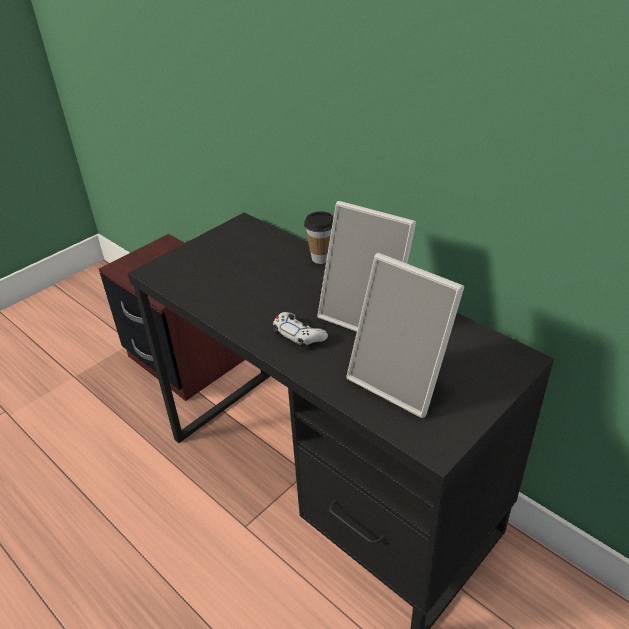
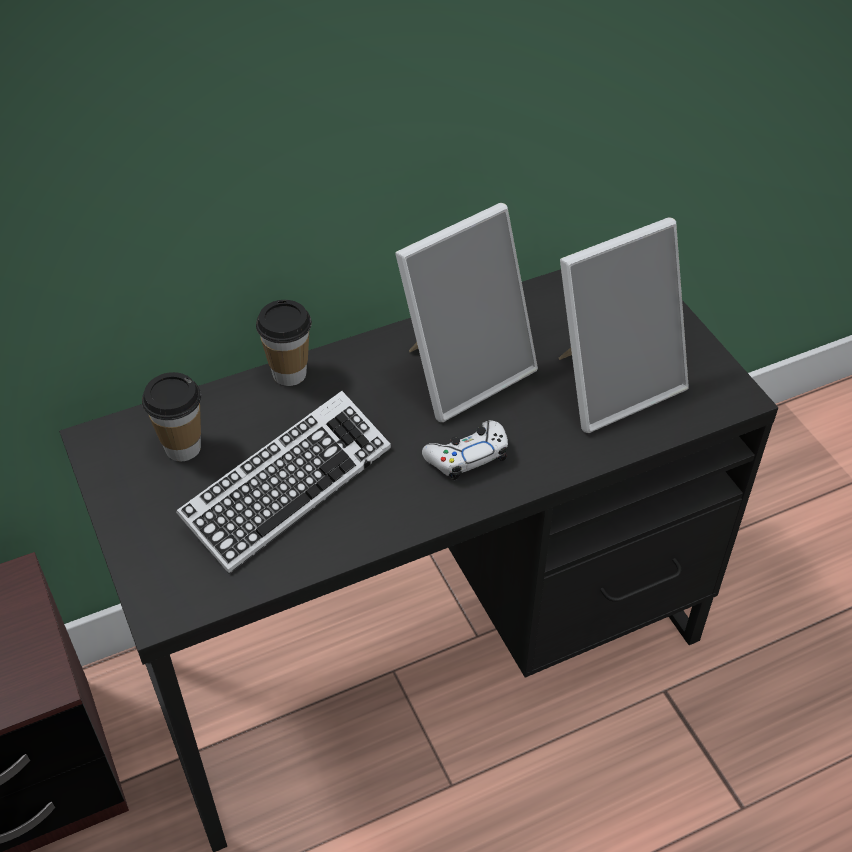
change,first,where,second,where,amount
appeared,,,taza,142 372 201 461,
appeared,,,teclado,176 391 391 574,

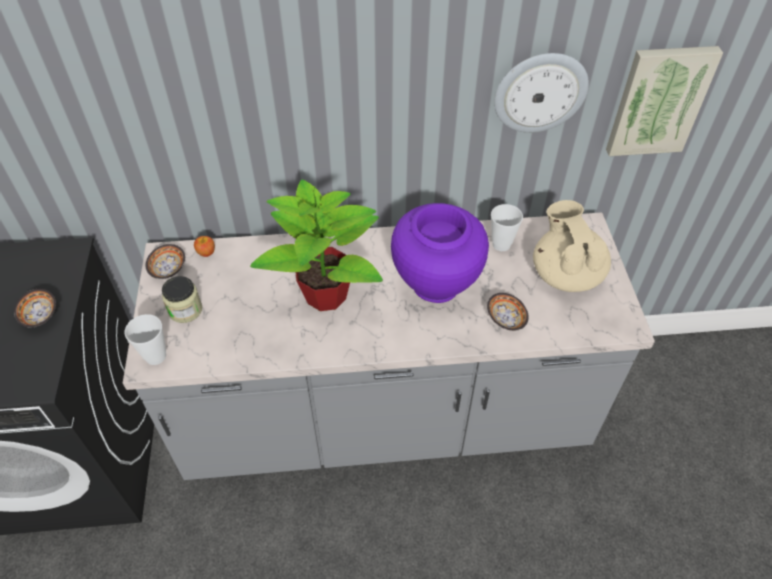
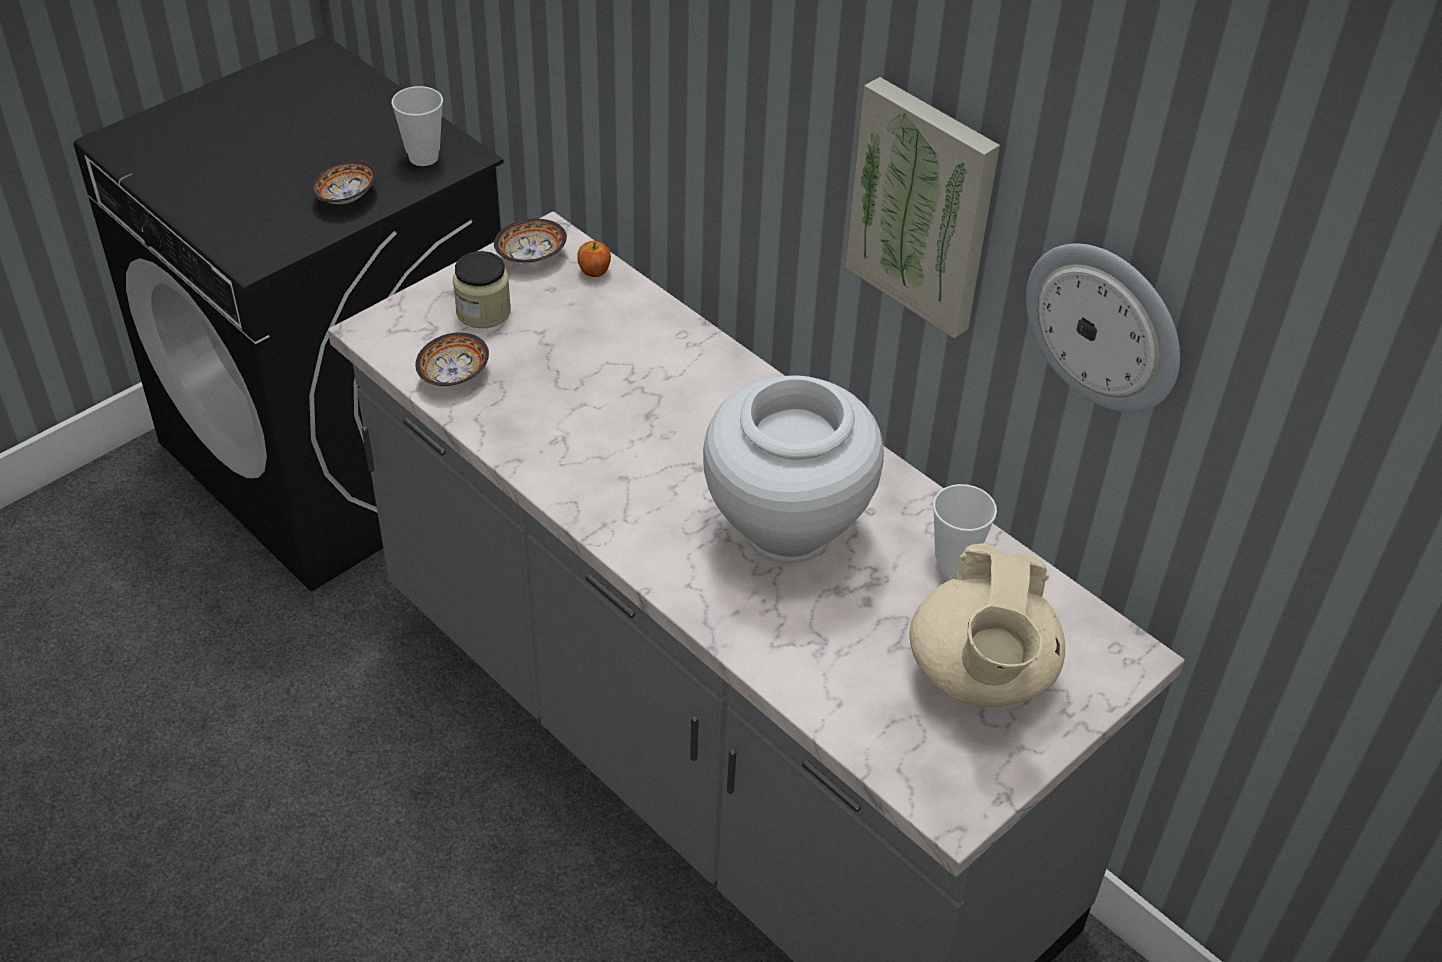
change,first,where,second,where,amount
missing,planta en maceta,250 180 383 311,,,
relocated,taza,125 314 166 365,,391 86 443 166,
relocated,cuenco,487 293 529 331,,415 333 489 386,
relocated,cuadro,606 46 723 156,,846 77 1000 338,
colour,florero (morado),391 203 489 303,florero (blanco),703 376 884 563,
spun,tetera (beis),533 200 611 292,,910 543 1065 707,150 degrees clockwise

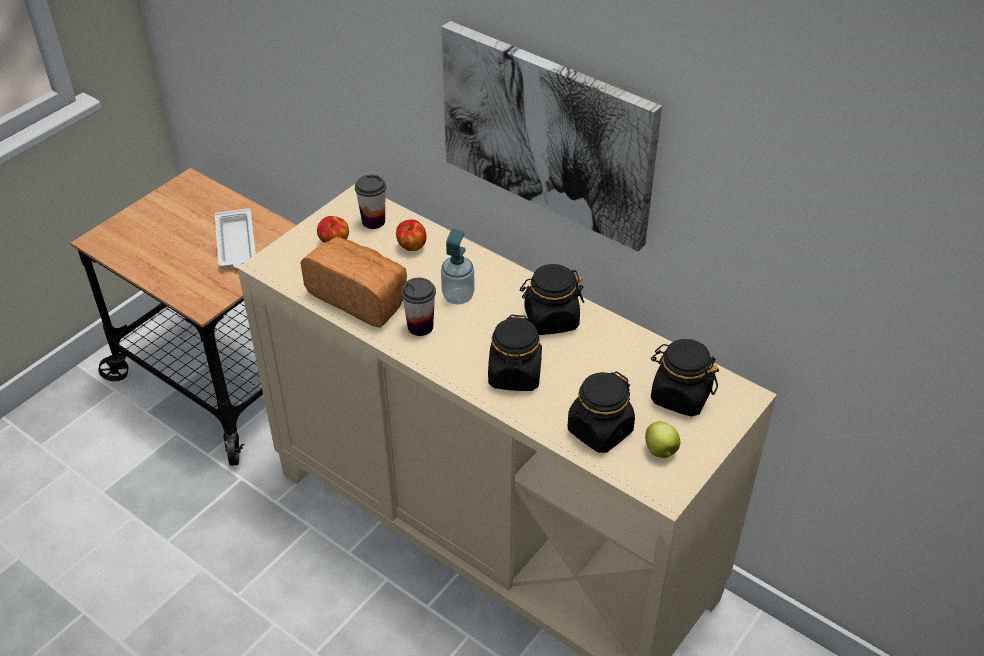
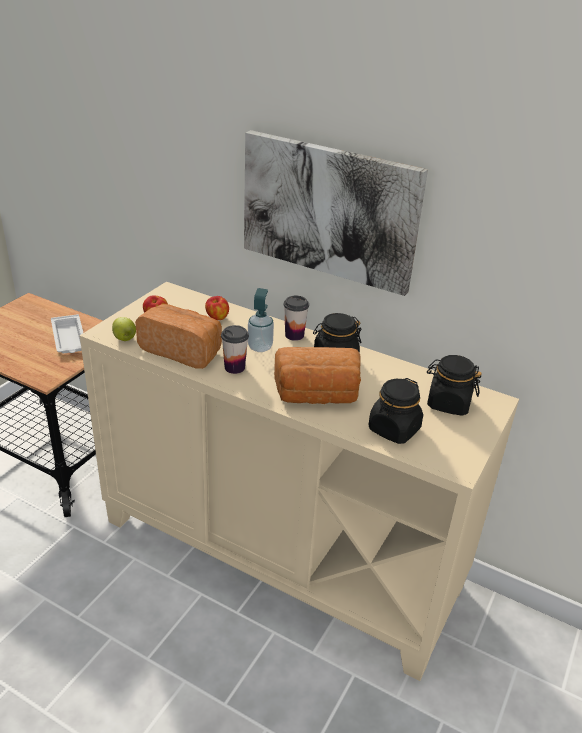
change,first,where,second,where,amount
relocated,taza,355 175 386 229,,284 295 309 341,
relocated,manzana,645 421 680 458,,112 317 136 341,
exchanged,tarro (negro),488 315 542 391,pan,274 347 361 404,

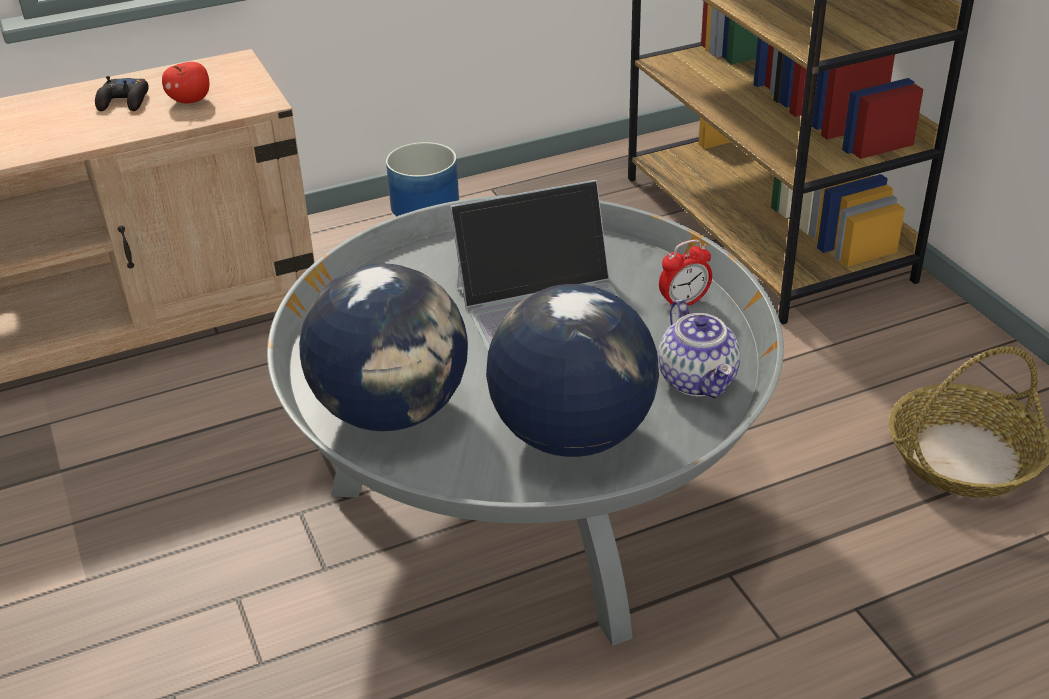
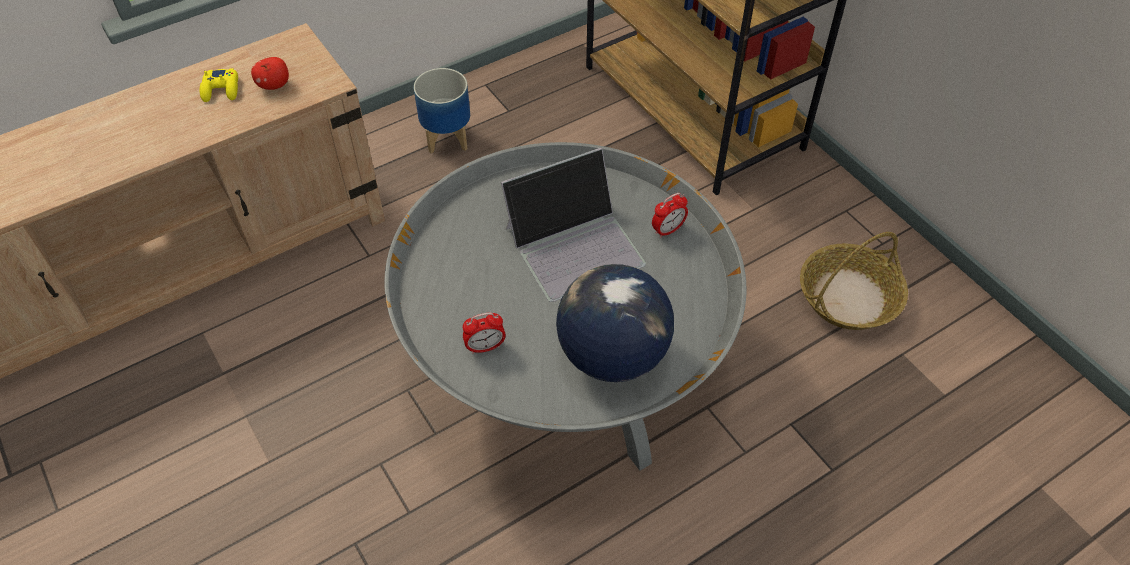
change,first,where,second,where,amount
missing,tetera,658 299 741 398,,,
exchanged,globo terráqueo,299 264 468 431,despertador,463 313 506 354,
colour,mando de consola (negro),95 76 149 111,mando de consola (amarillo),200 68 238 102,

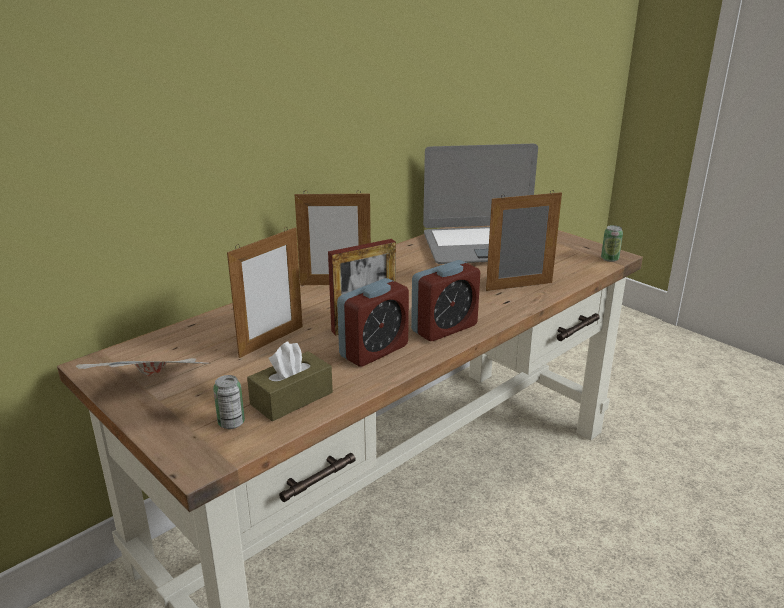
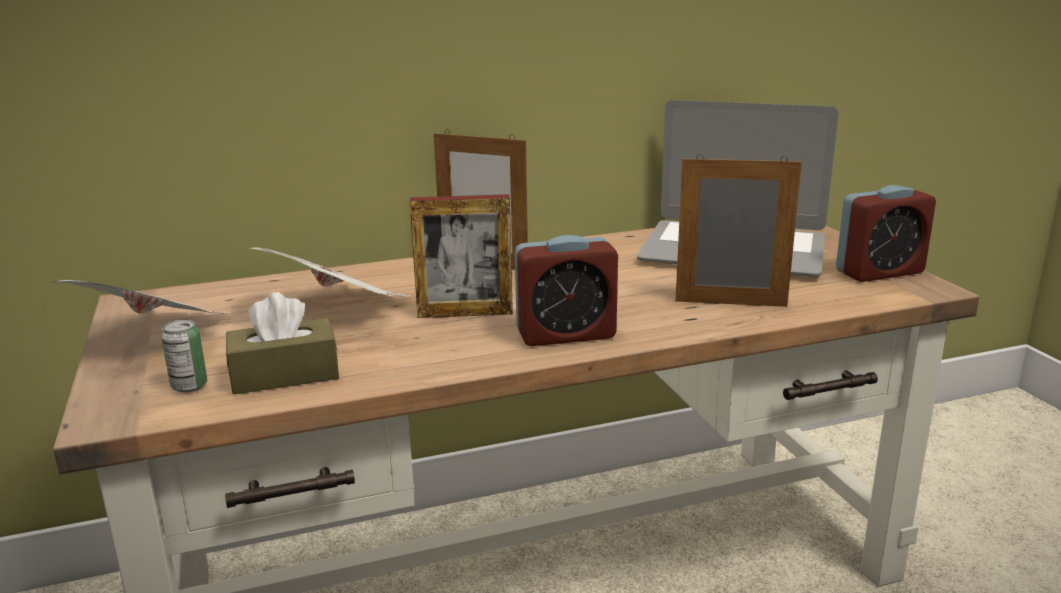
change,first,where,second,where,amount
missing,lata,601 225 623 262,,,
relocated,despertador,337 278 409 366,,836 185 936 282,
exchanged,portarretratos,227 227 303 358,periódico,250 247 411 297,

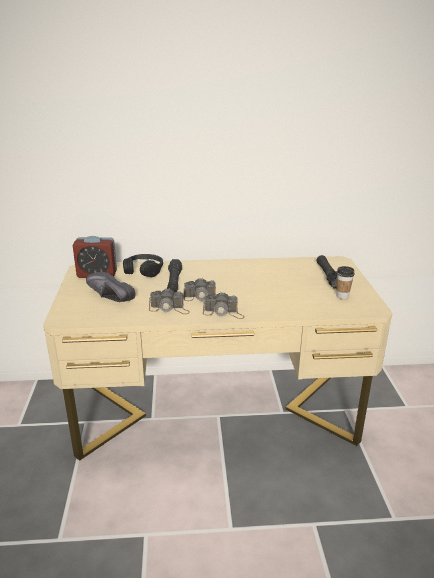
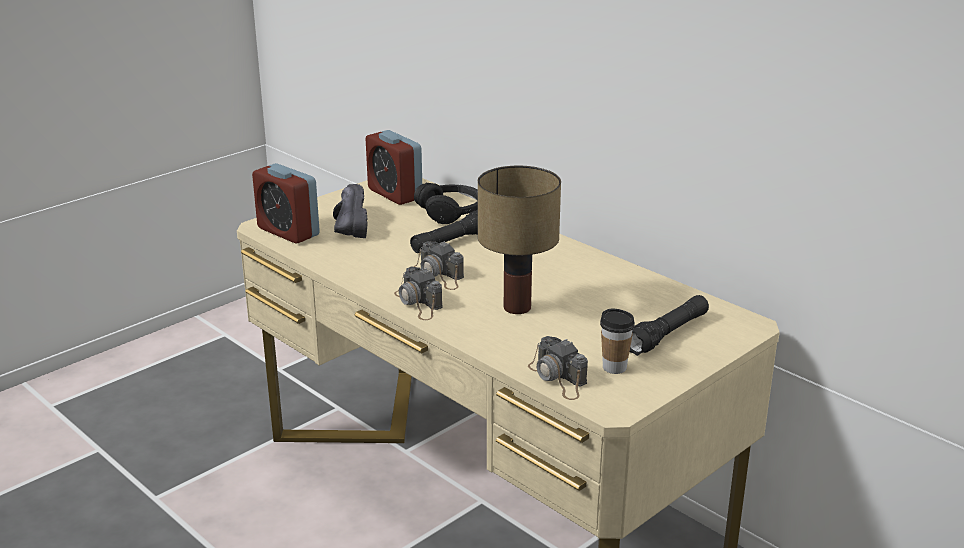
change,first,where,second,where,amount
appeared,,,despertador,252 163 320 243,
appeared,,,lámpara de mesa,478 166 561 314,
relocated,cámara,149 288 190 314,,528 336 588 400,

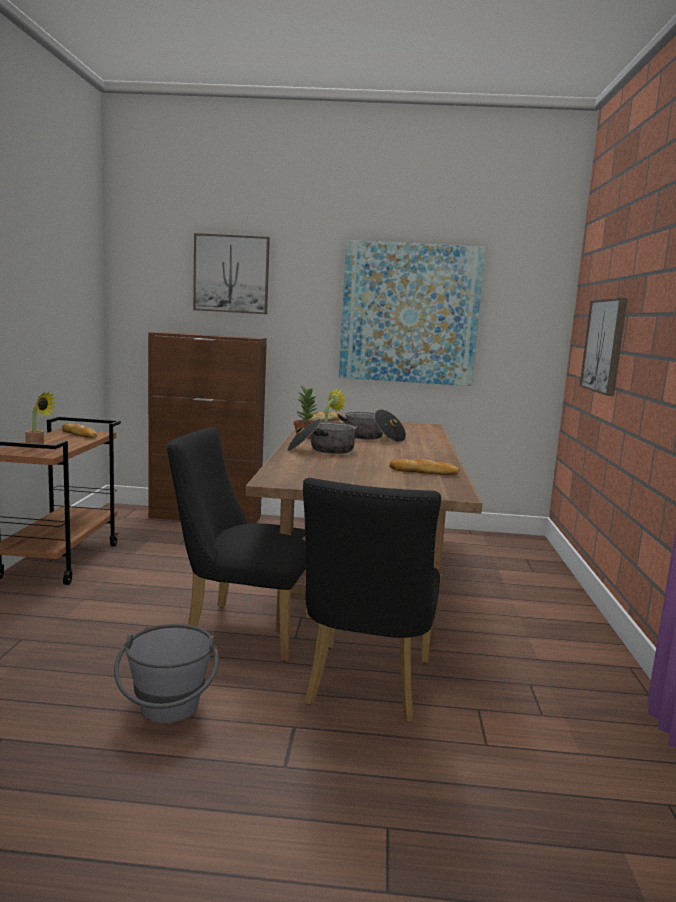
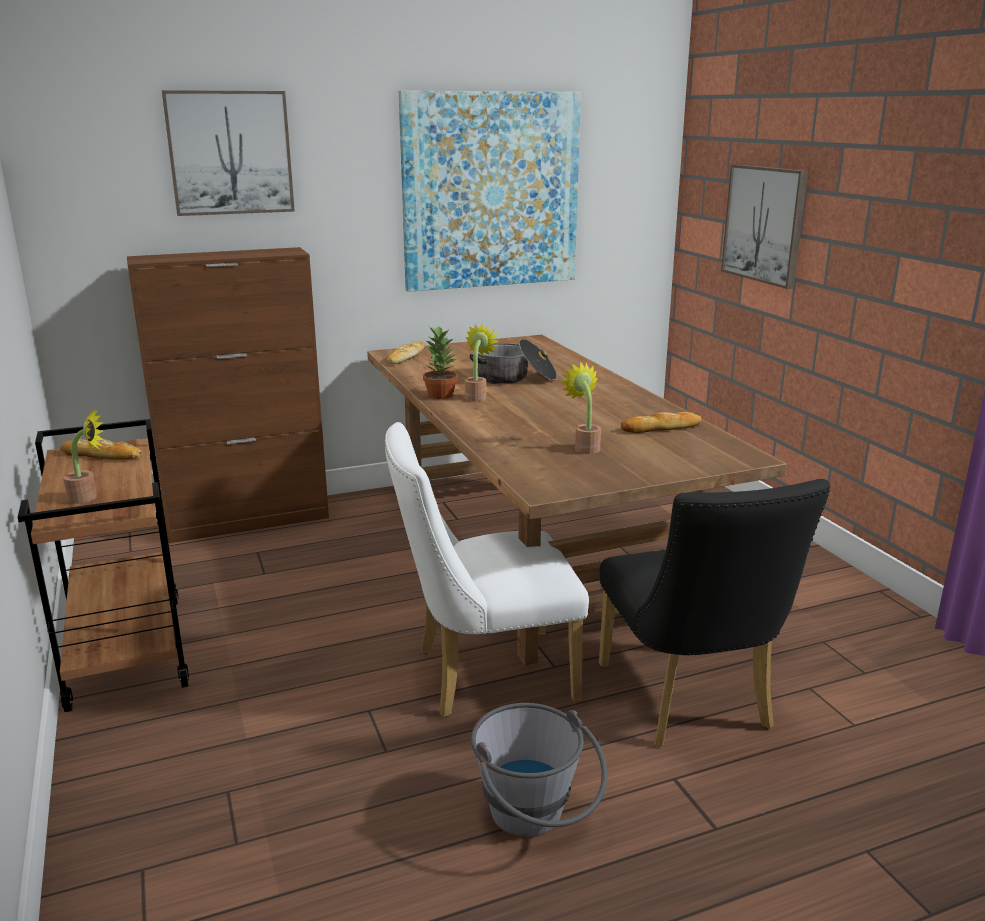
change,first,where,second,where,amount
missing,olla,287 419 357 454,,,
appeared,,,planta en maceta,560 361 601 454,
colour,silla (negro),167 427 311 661,silla (blanco),385 422 589 717,

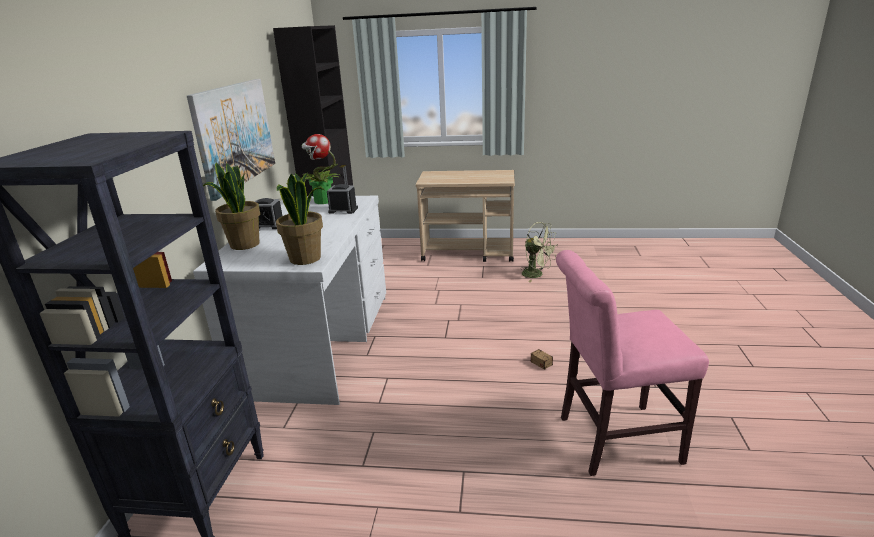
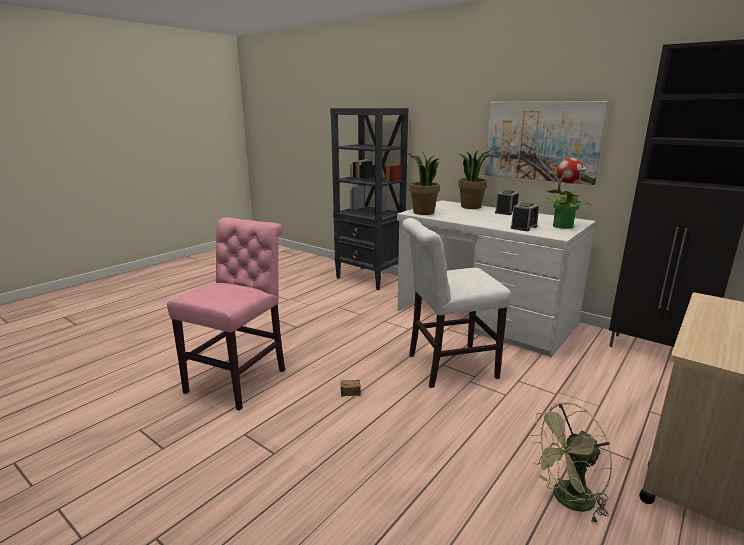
change,first,where,second,where,amount
appeared,,,silla (blanco),402 218 511 388,

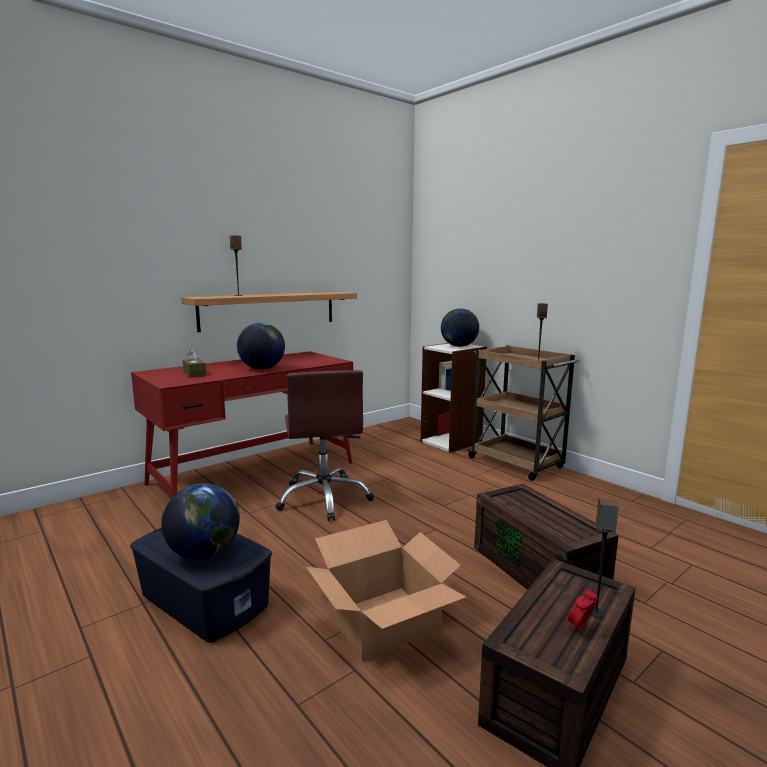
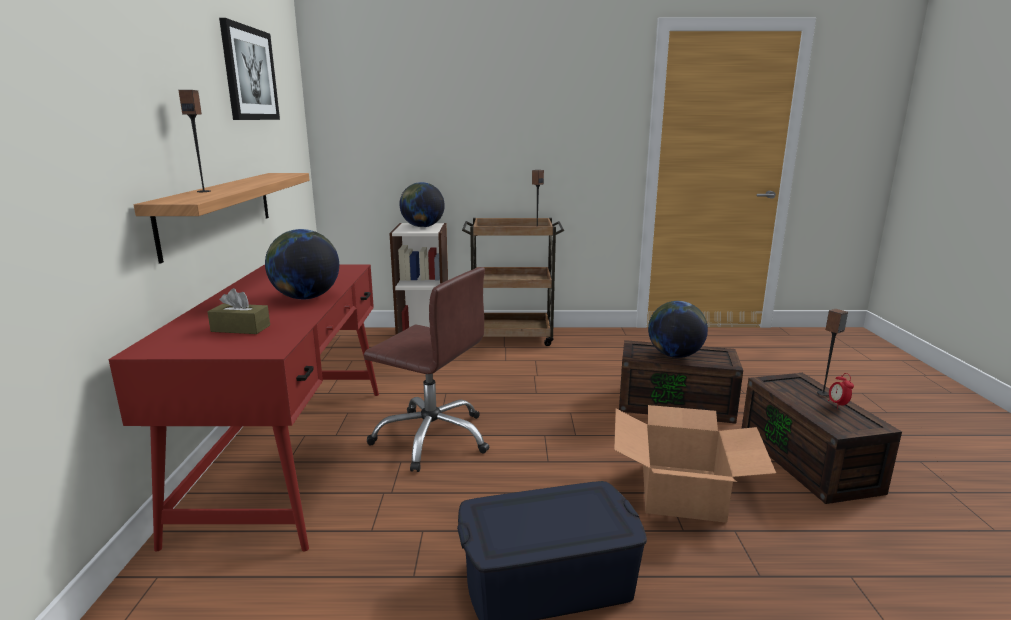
change,first,where,second,where,amount
appeared,,,cuadro,219 18 280 120,
relocated,globo terráqueo,161 483 240 560,,648 301 708 358,

